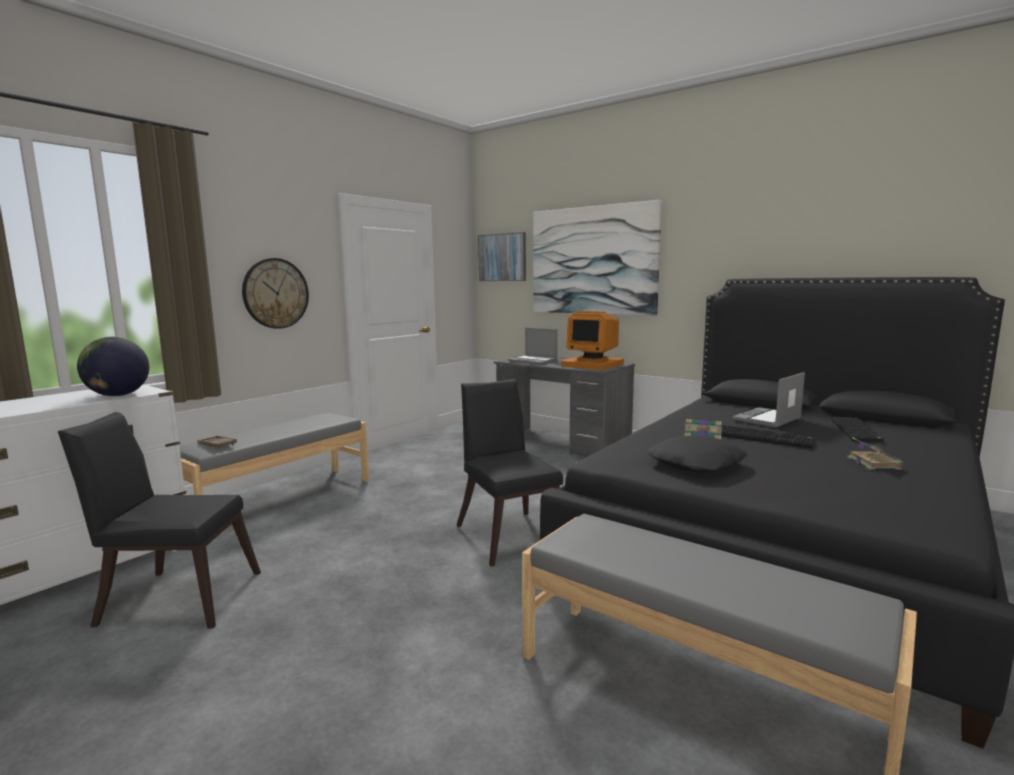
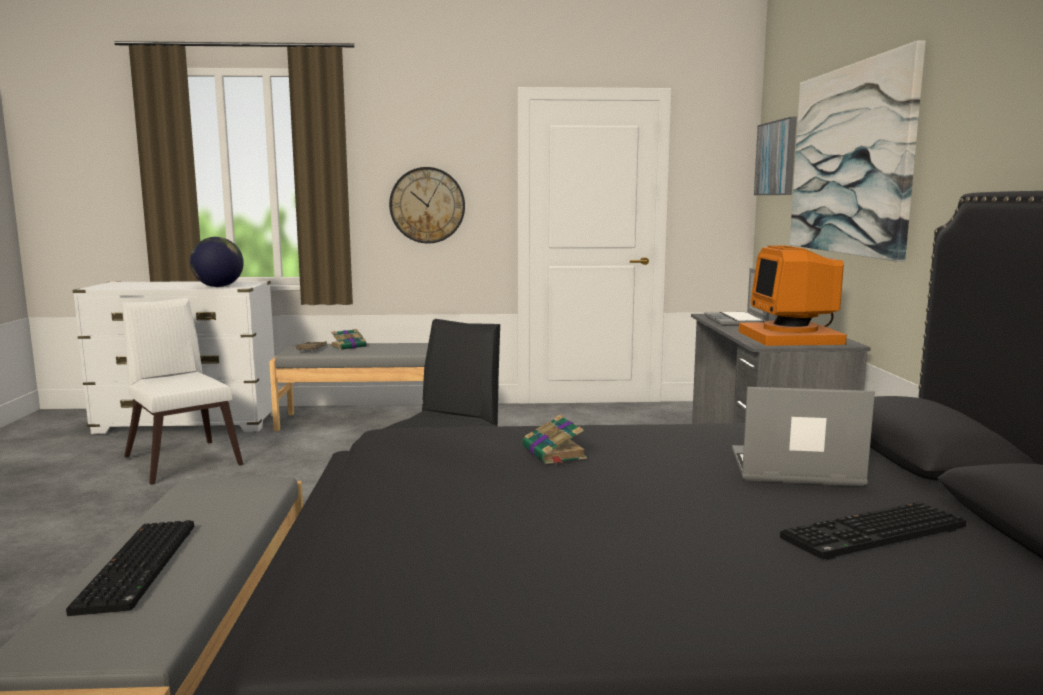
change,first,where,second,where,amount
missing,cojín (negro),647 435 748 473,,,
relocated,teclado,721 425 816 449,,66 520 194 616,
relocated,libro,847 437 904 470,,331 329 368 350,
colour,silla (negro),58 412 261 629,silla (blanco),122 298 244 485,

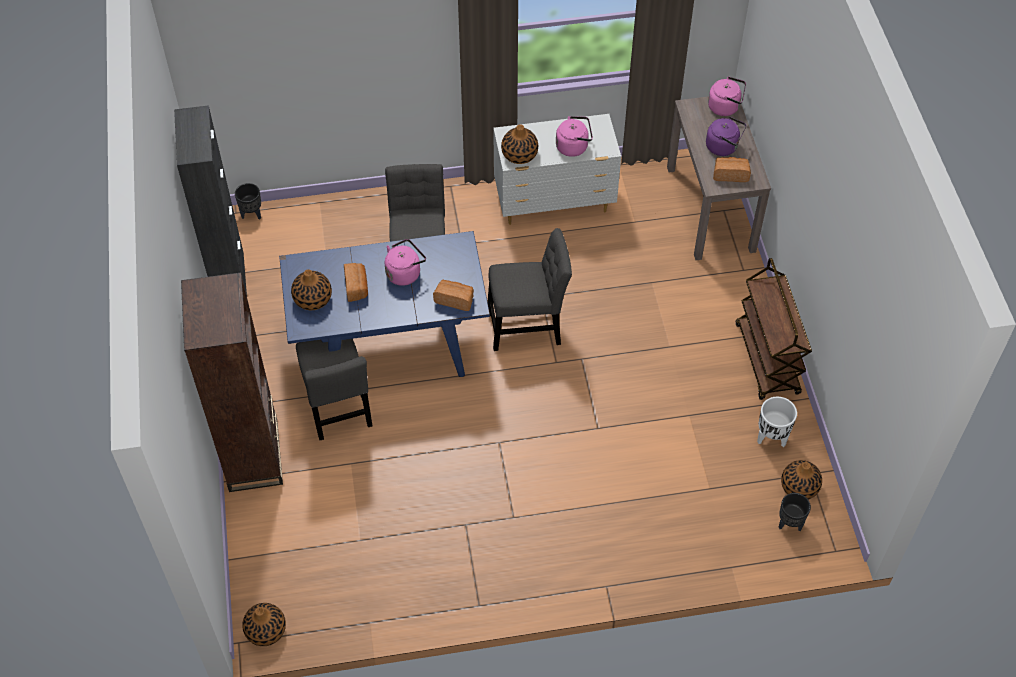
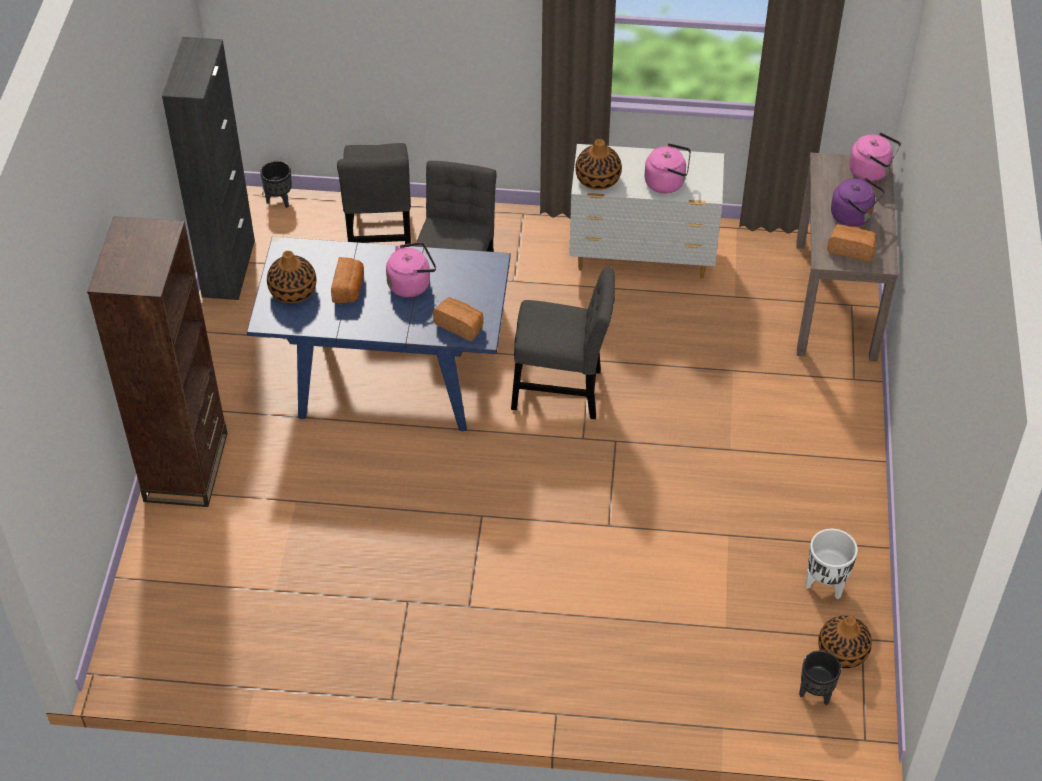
change,first,where,second,where,amount
missing,florero,242 603 286 646,,,
missing,carrito (marrón),736 258 812 400,,,
relocated,silla (gris),296 339 372 440,,337 143 411 244,

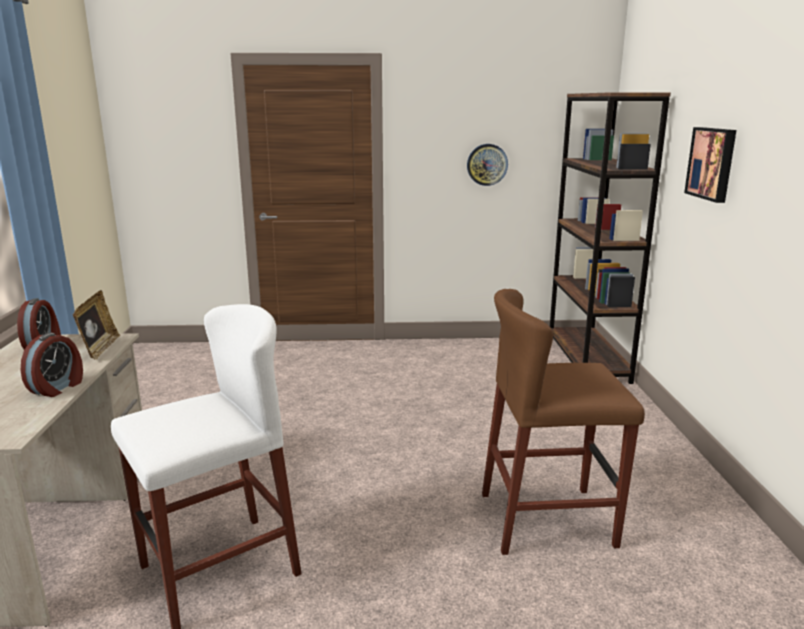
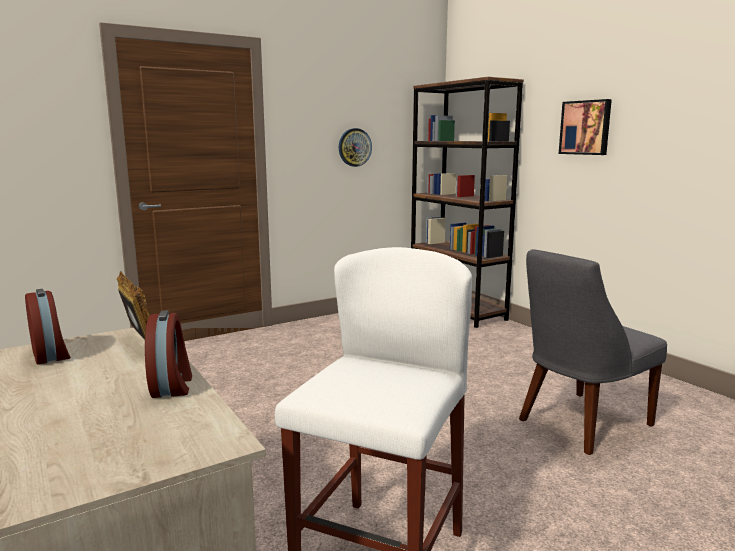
change,first,where,second,where,amount
exchanged,taburete (marrón),482 289 645 555,silla (gris),519 249 667 455,

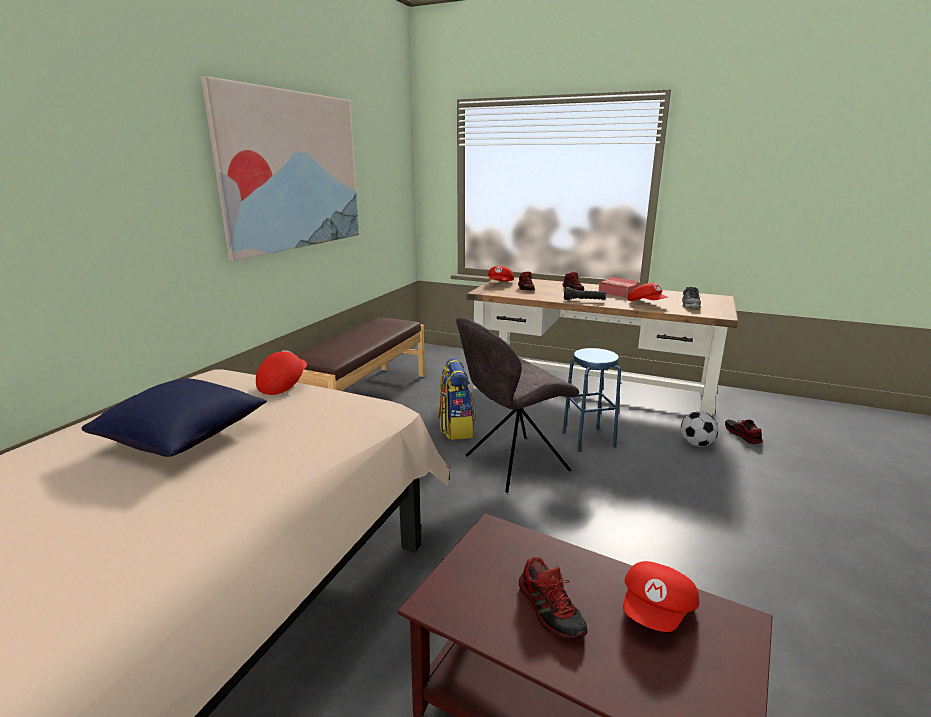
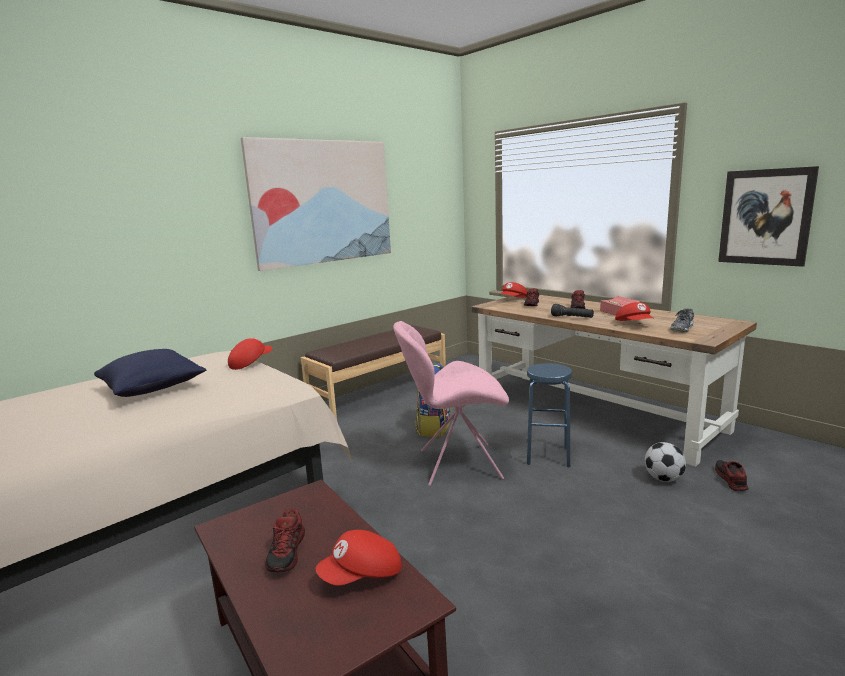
change,first,where,second,where,amount
appeared,,,cuadro,718 166 819 267,
colour,silla (gris),456 316 579 493,silla (rosa),393 321 509 486,

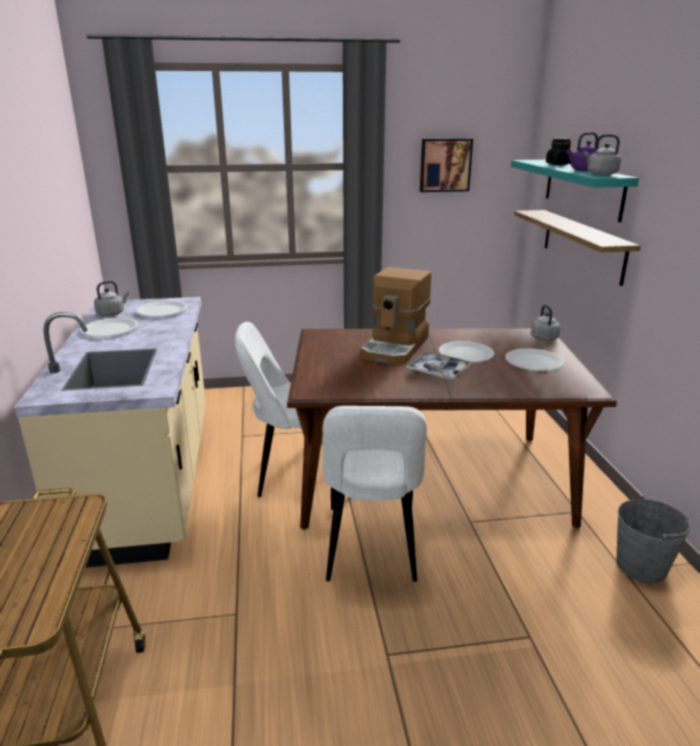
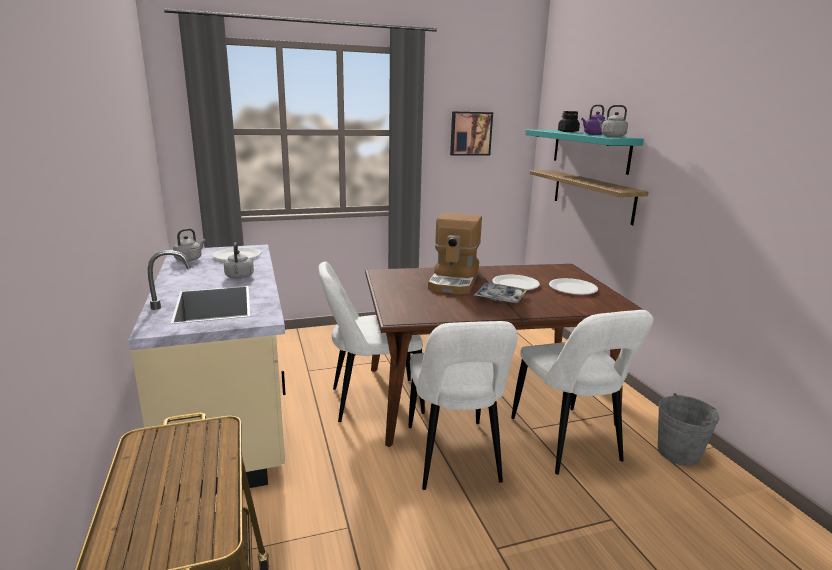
change,first,where,second,where,amount
missing,plato (blanco),80 318 138 337,,,
appeared,,,silla (blanco),511 310 654 475,
relocated,hervidor (gris),531 304 561 341,,224 242 254 279,

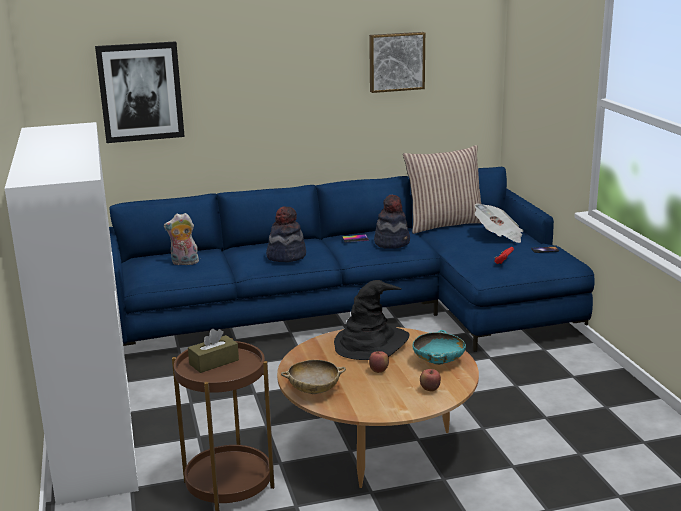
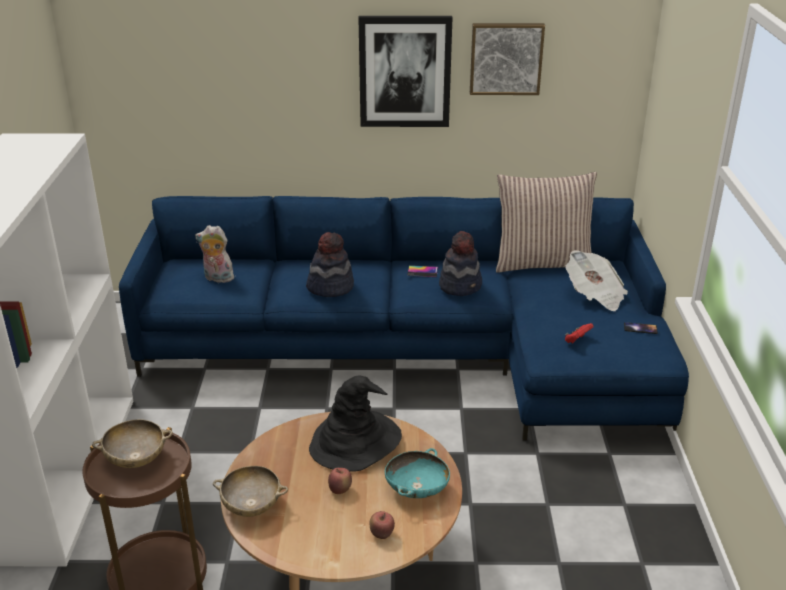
change,first,where,second,where,amount
relocated,cuadro,95 41 185 143,,358 16 452 127,
exchanged,caja de pañuelos (marrón),188 329 239 373,cuenco (beis),92 419 173 468,

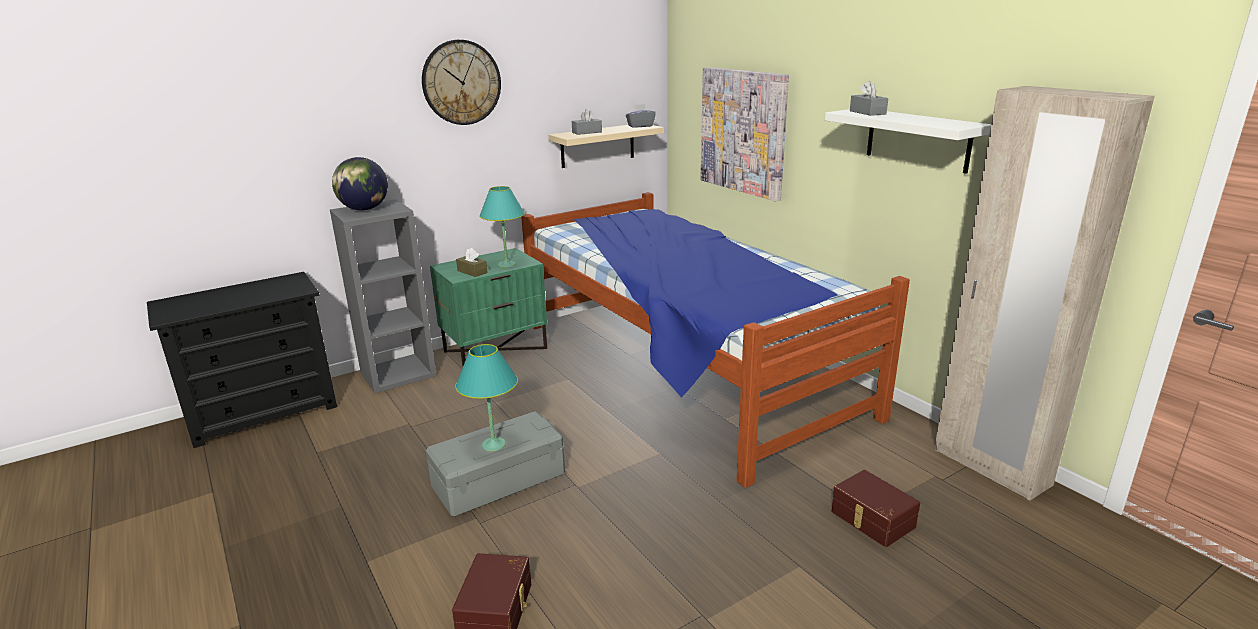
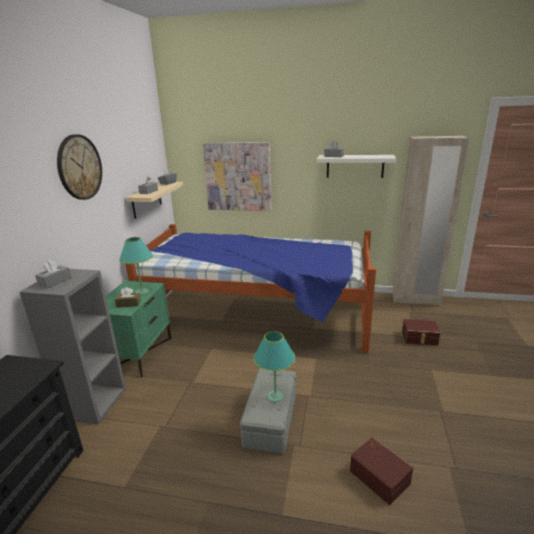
change,first,where,second,where,amount
exchanged,globo terráqueo,332 157 388 210,caja de pañuelos (gris),35 260 72 288,

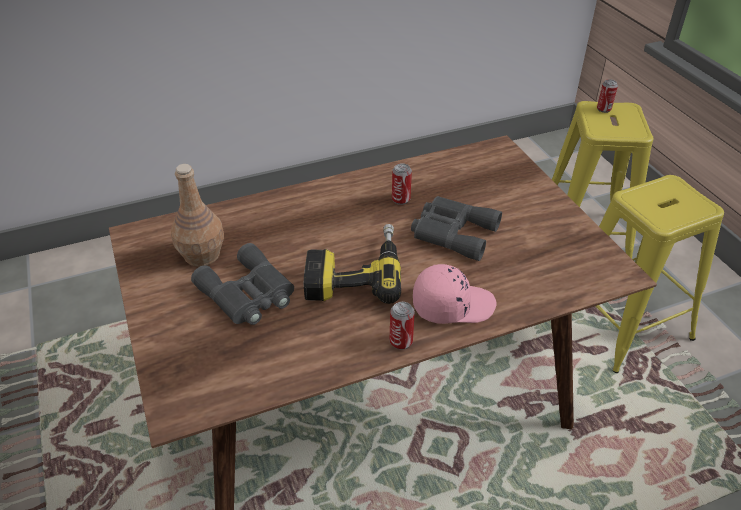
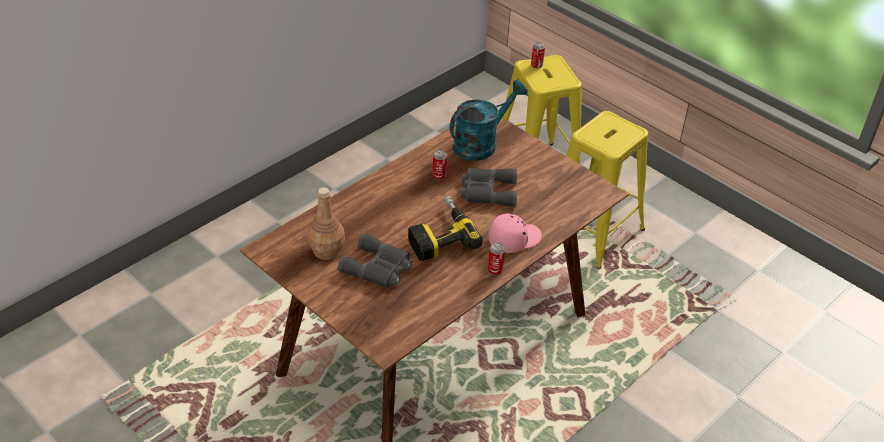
change,first,where,second,where,amount
appeared,,,regadera (turquesa),450 80 528 161,

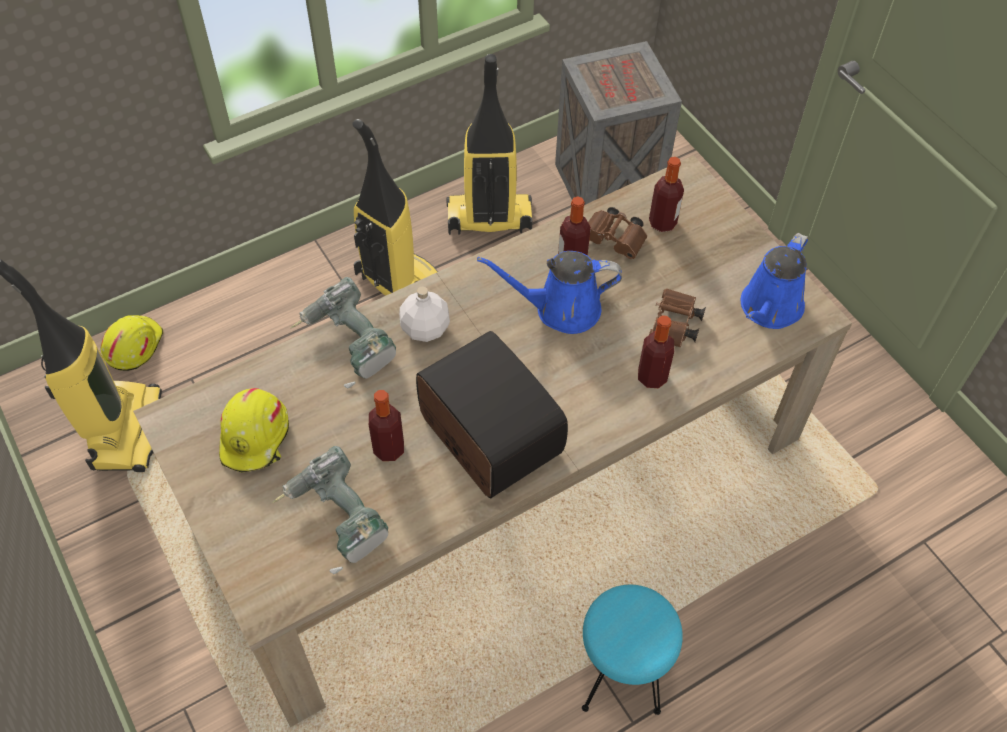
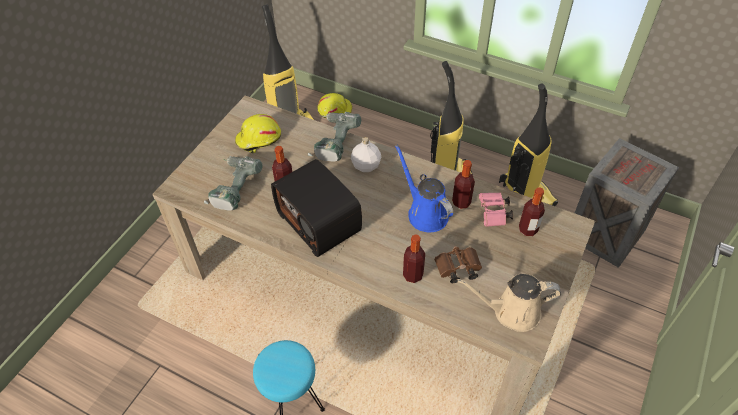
change,first,where,second,where,amount
colour,prismáticos (marrón),588 207 647 259,prismáticos (rosa),479 192 513 227,
colour,regadera (azul),741 233 808 329,regadera (beis),457 273 561 332,
spun,radio,416 331 568 498,,271 159 362 257,120 degrees clockwise

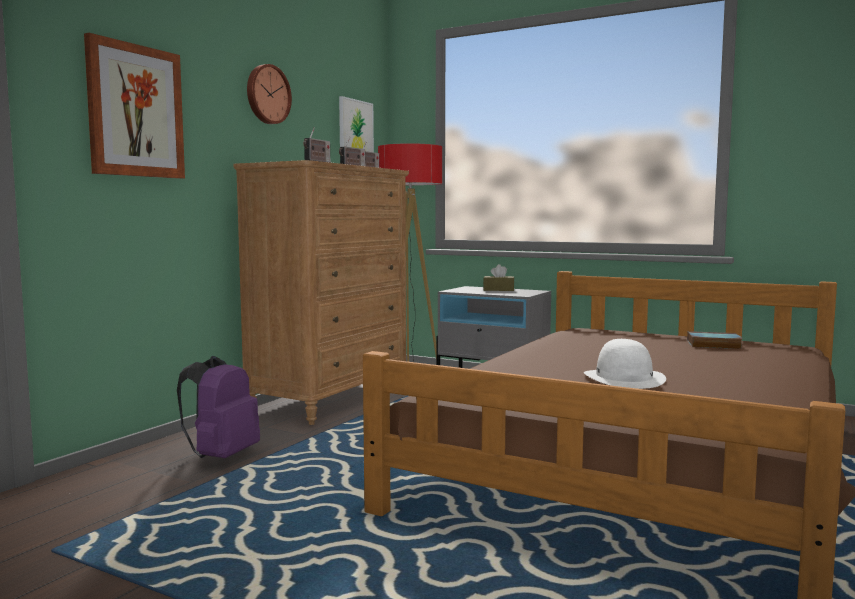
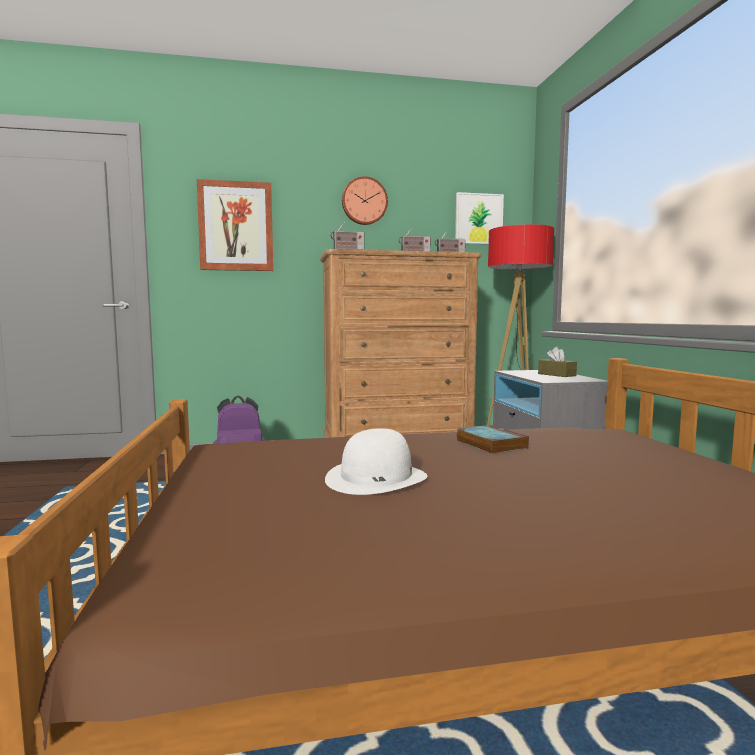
change,first,where,second,where,amount
relocated,libro,687 331 743 349,,456 425 529 454,

